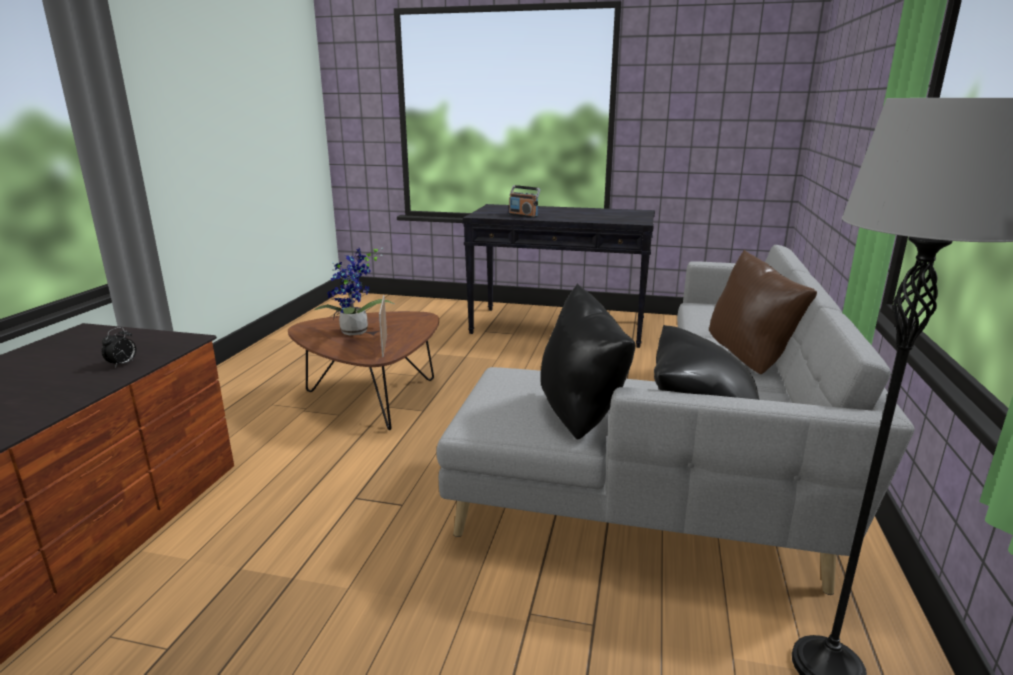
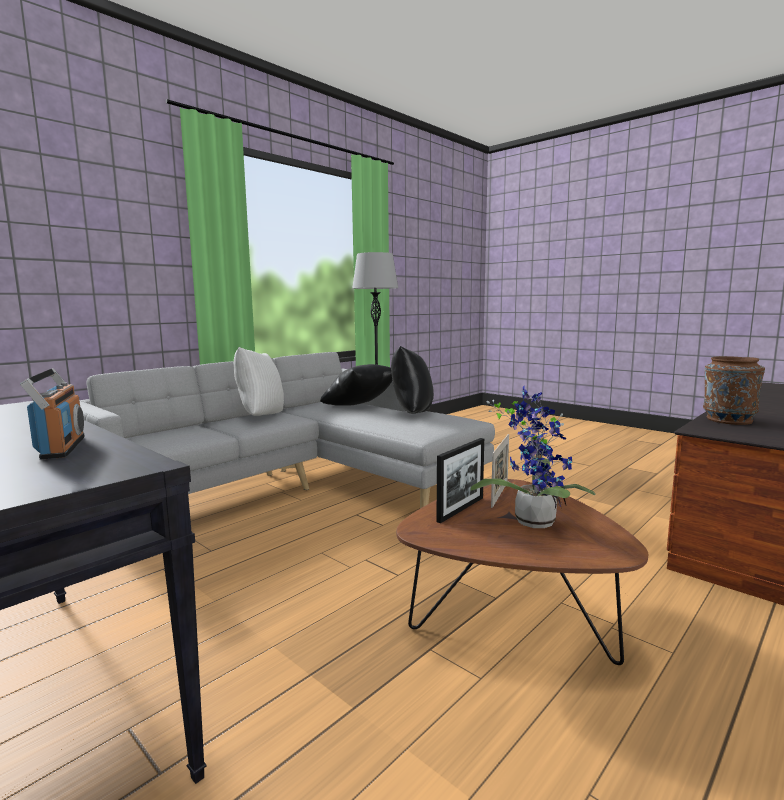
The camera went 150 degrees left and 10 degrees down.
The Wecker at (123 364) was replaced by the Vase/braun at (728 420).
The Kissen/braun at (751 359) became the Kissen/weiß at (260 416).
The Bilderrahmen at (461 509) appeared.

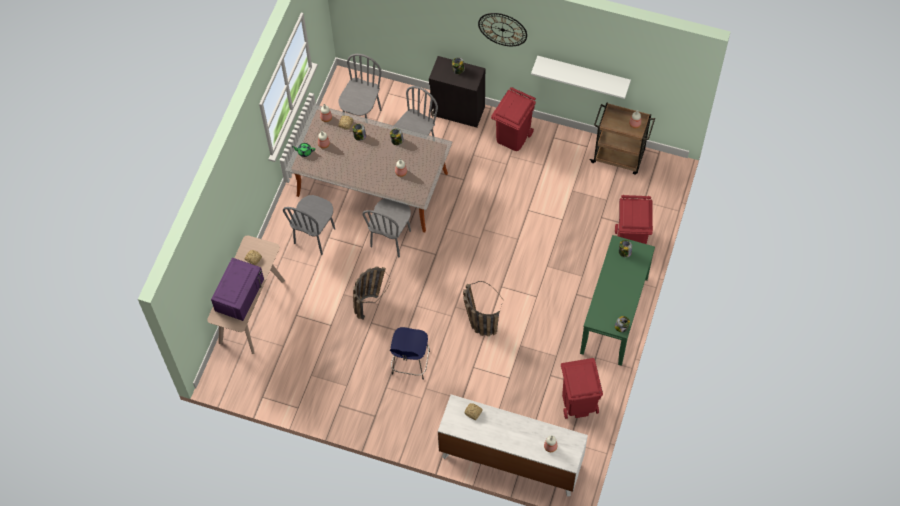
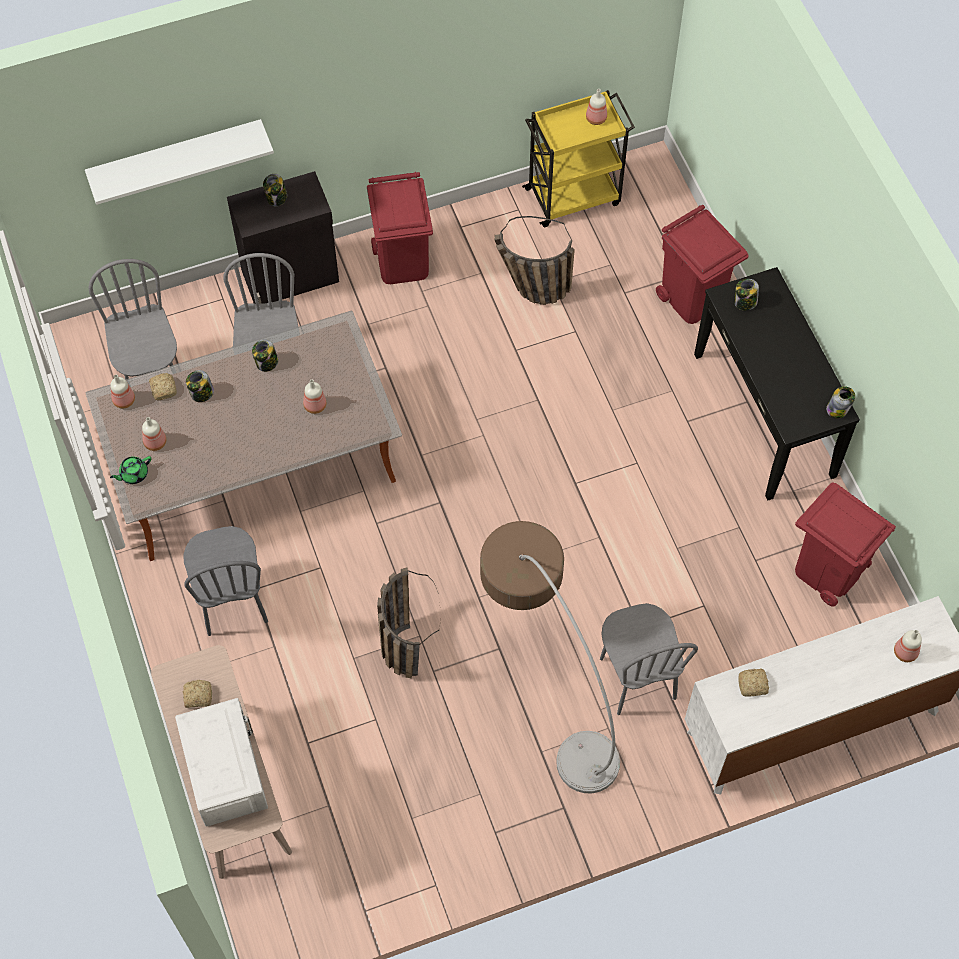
The camera went 40 degrees left and 0 degrees up.
The Mikrowelle/lila at (239 294) became the Mikrowelle/weiß at (224 769).
The Stuhl/grau moved from (391 239) to (637 678).
The Hocker/blau at (410 364) was replaced by the Stehlampe at (546 690).
The Korb moved from (478 320) to (530 288).
The Wanduhr at (502 29) disappeared.
The Wandregal/weiß moved from (583 73) to (176 155).
The Konsolentisch/grün at (614 315) became the Konsolentisch/schwarz at (764 414).
The Rollwagen/braun at (619 157) became the Rollwagen/gelb at (574 196).

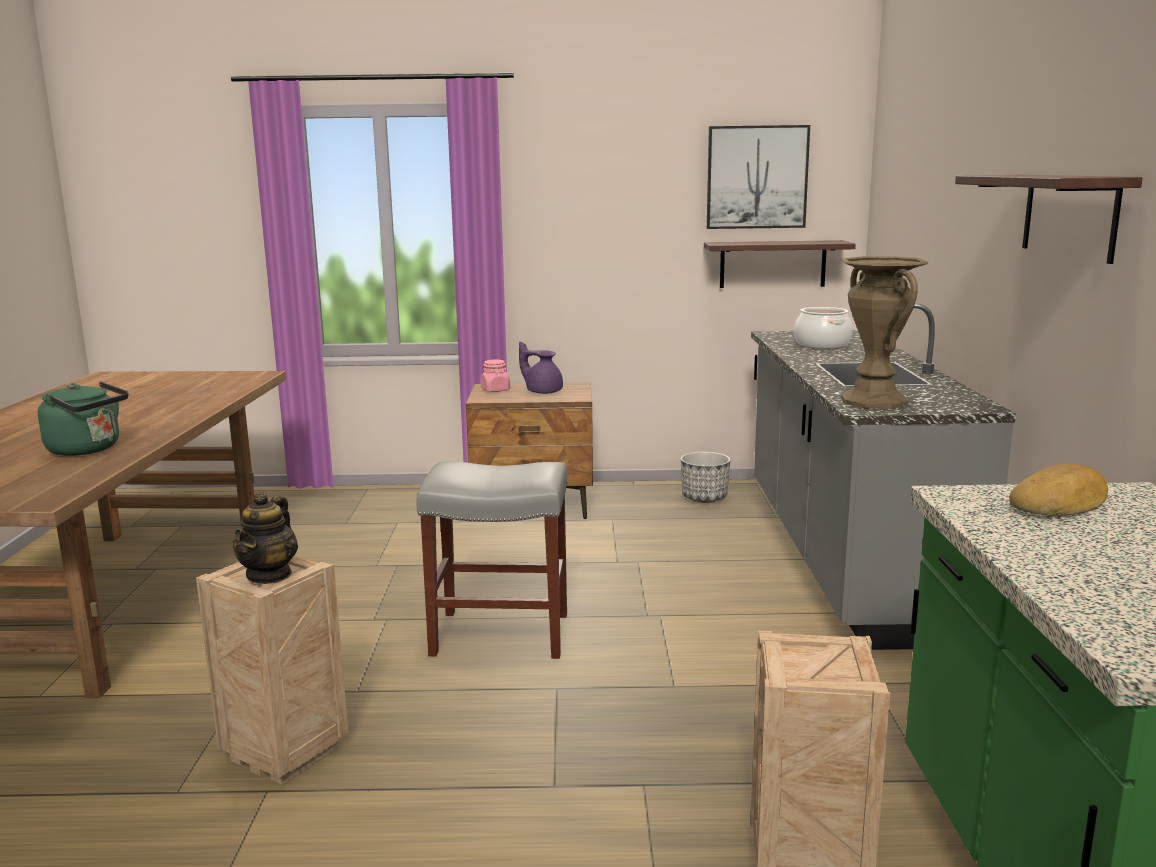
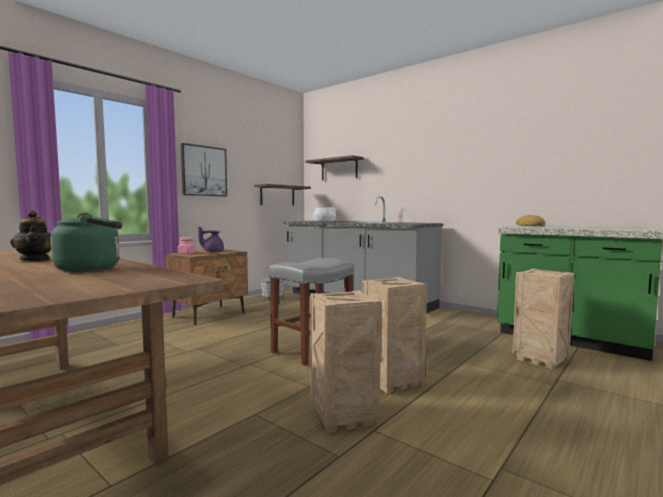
The camera went 50 degrees left and 10 degrees down.
The Teekanne moved from (269 575) to (35 260).
The Bild moved from (756 177) to (204 171).
The Vase/braun at (874 401) disappeared.
The Wandregal moved from (1069 215) to (339 169).
The Kiste at (392 381) appeared.

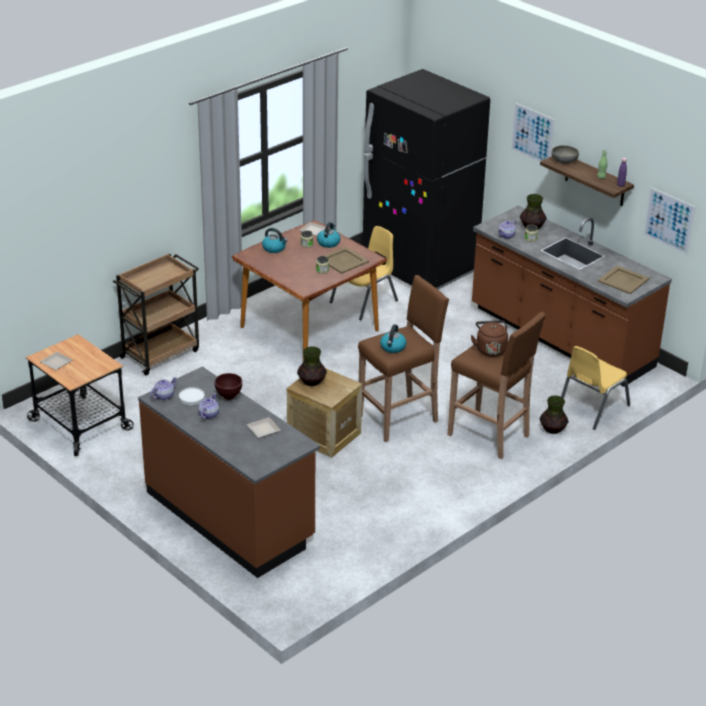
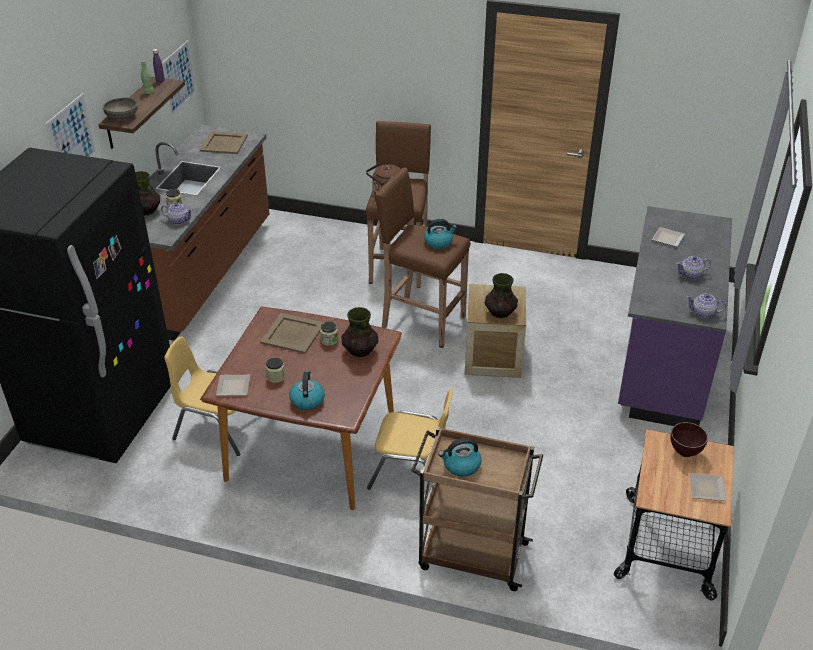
The camera went 120 degrees left and 5 degrees up.
The Küchenzeile/braun at (230 516) became the Küchenzeile/lila at (661 362).
The Teller/weiß at (192 397) disappeared.
The Schüssel/braun moved from (228 397) to (685 453).
The Wasserkessel moved from (328 242) to (461 465).
The Vase moved from (553 429) to (360 351).
The Stuhl/gelb moved from (592 408) to (412 472).

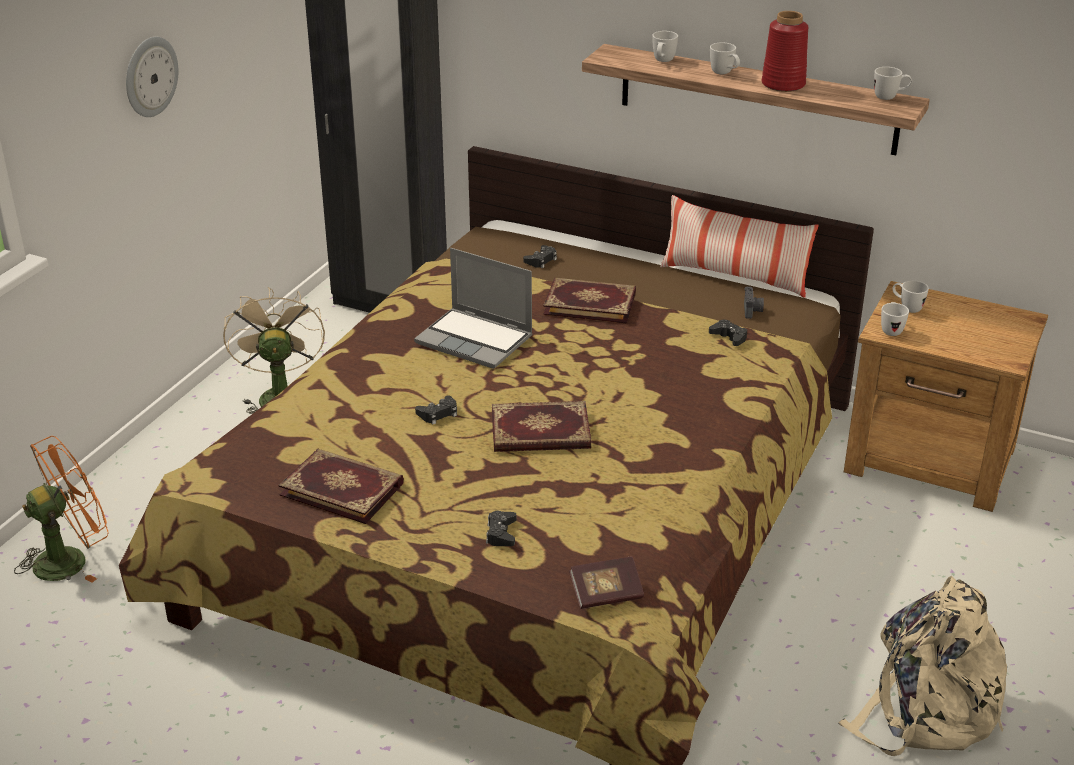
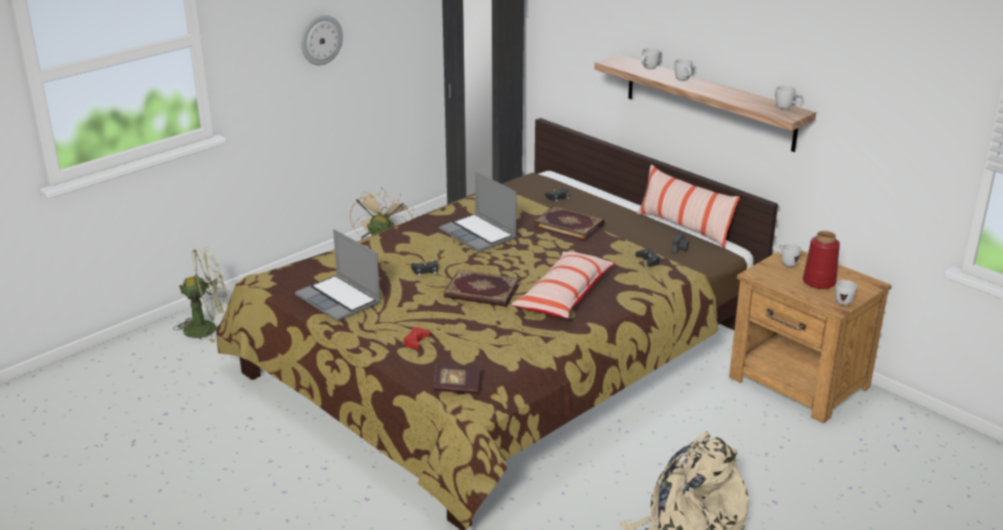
The camera went 20 degrees right and 5 degrees down.
The Ventilator/orange at (71 559) became the Ventilator/grün at (208 328).
The Buch at (343 488) was replaced by the Laptop at (340 299).
The Gamepad/schwarz at (501 533) became the Gamepad/rot at (416 341).
The Vase/rot moved from (783 84) to (819 282).
The Henkelbecher/weiß moved from (891 330) to (844 301).
The Kissen at (564 296) appeared.

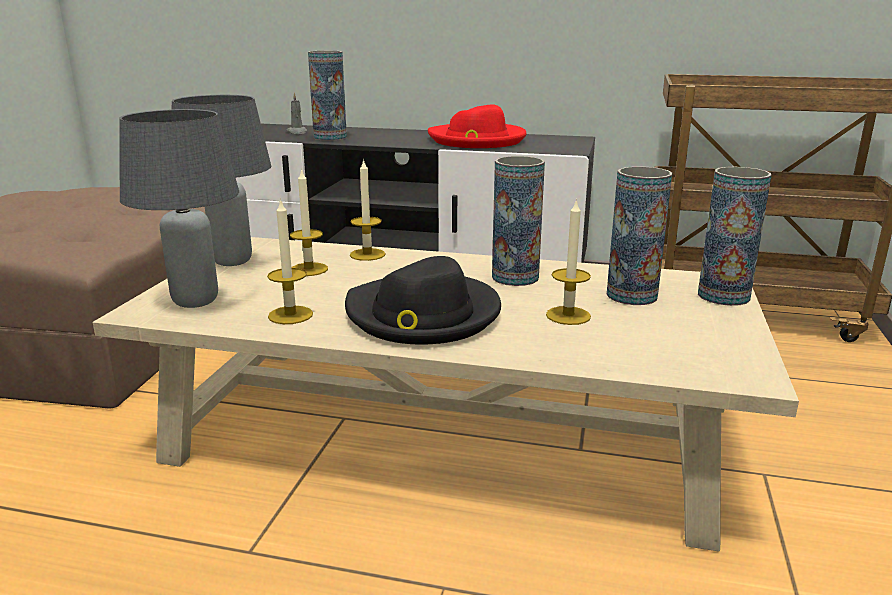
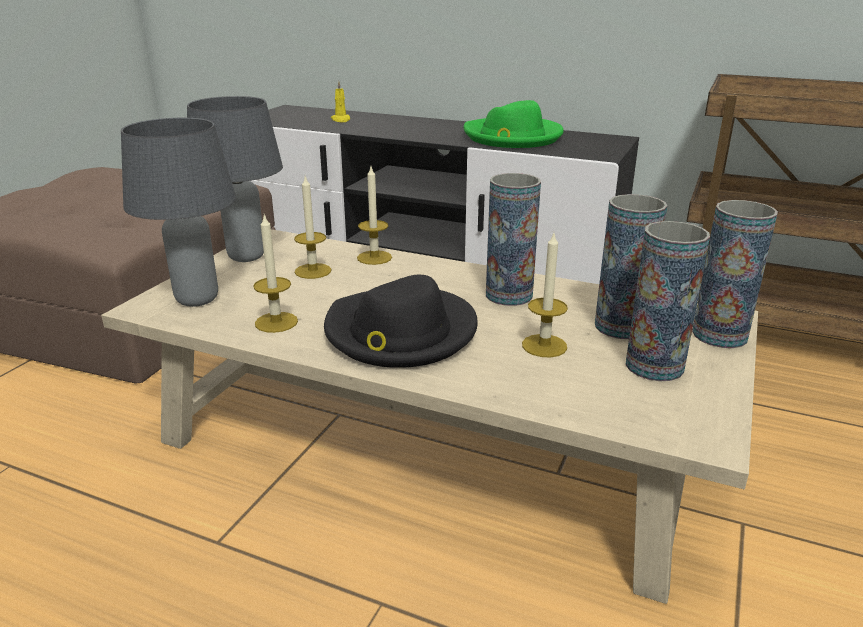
The camera went 10 degrees right and 5 degrees up.
The Kerze/grau at (297 132) became the Kerze/gelb at (341 120).
The Vase moved from (330 137) to (654 366).
The Hut/rot at (477 140) became the Hut/grün at (512 137).

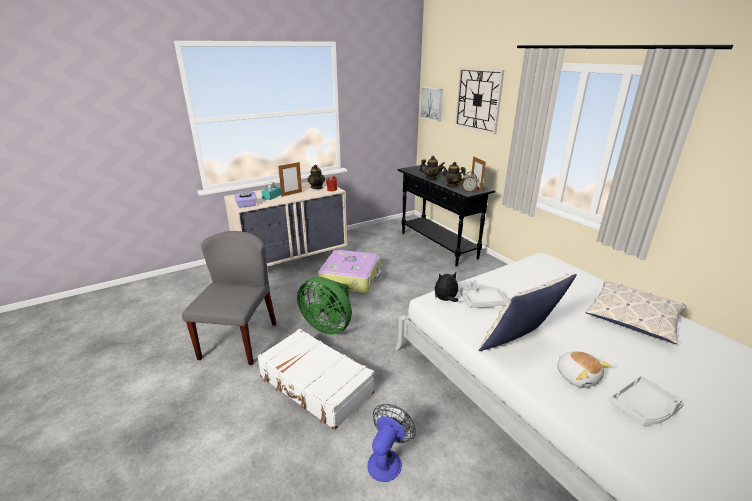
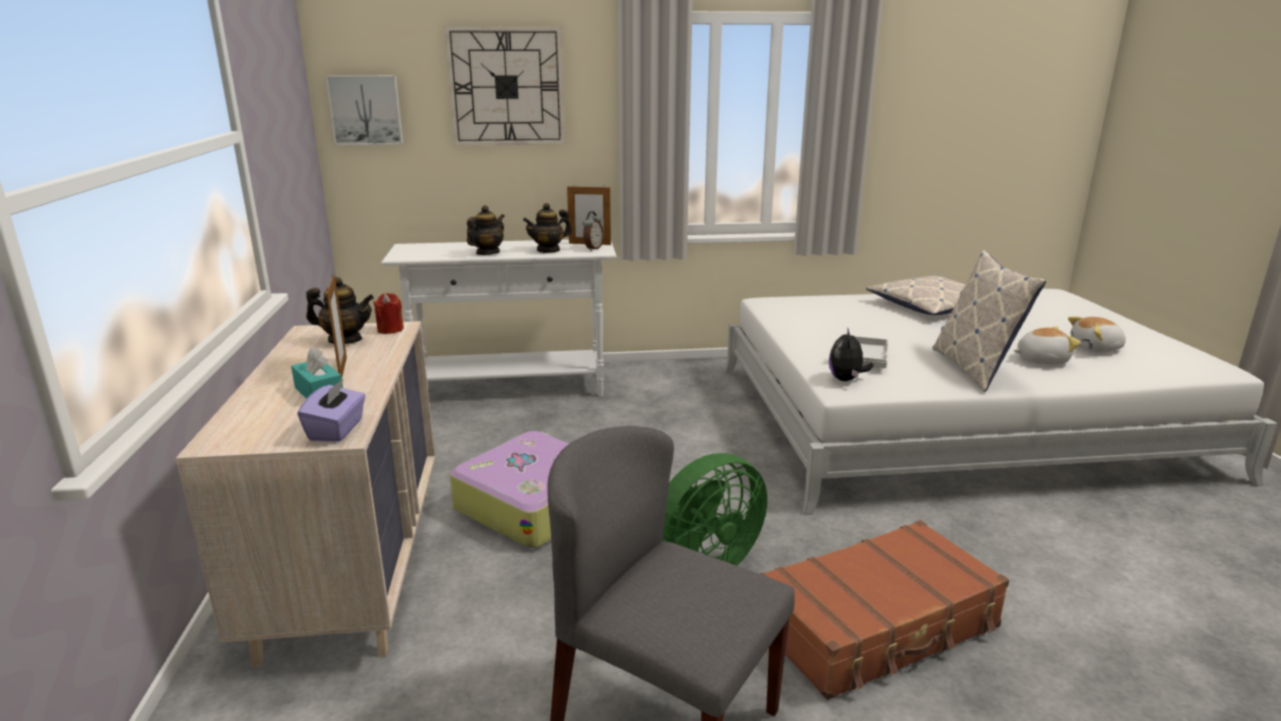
The camera went 65 degrees left and 5 degrees down.
The Koffer/weiß at (315 385) became the Koffer/braun at (877 626).
The Ventilator at (387 459) disappeared.
The Konsolentisch/schwarz at (438 245) became the Konsolentisch/weiß at (512 389).
The Tablett/grau at (643 408) was replaced by the Plüschtier at (1096 348).

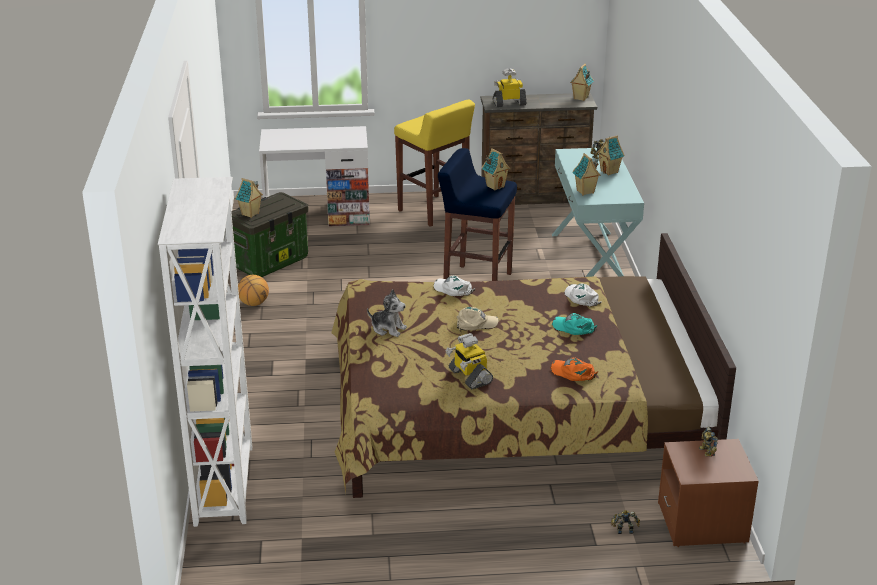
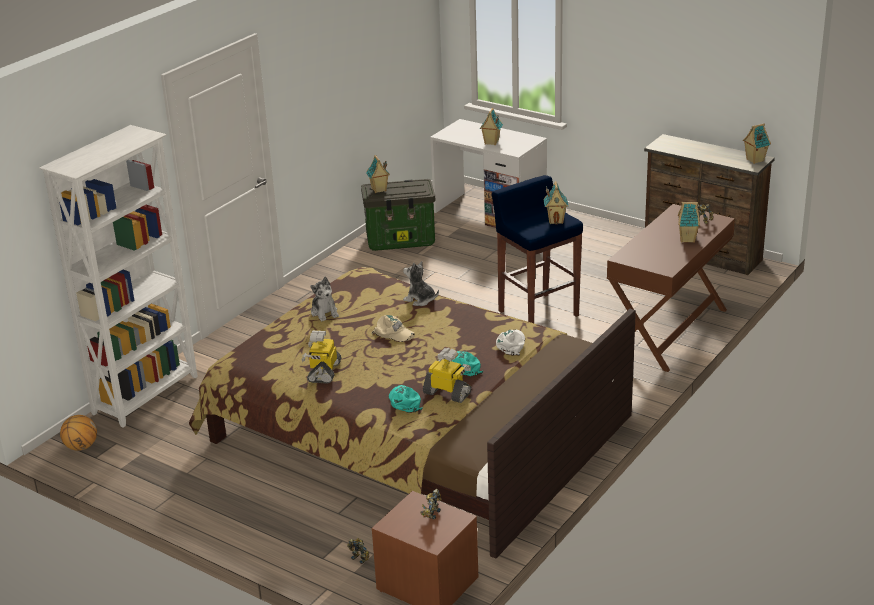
The camera went 40 degrees right and 0 degrees up.
The Basketball moved from (254 303) to (81 447).
The Hocker/gelb at (434 211) disappeared.
The Kappe/weiß at (453 289) was replaced by the Plüschtier at (420 300).
The Spielzeugroboter moved from (509 103) to (448 393).
The Kappe/orange at (573 373) became the Kappe/türkis at (404 401).
The Konsolentisch/türkis at (592 262) became the Konsolentisch/braun at (668 331).
The Spielzeughaus moved from (585 192) to (491 143).

